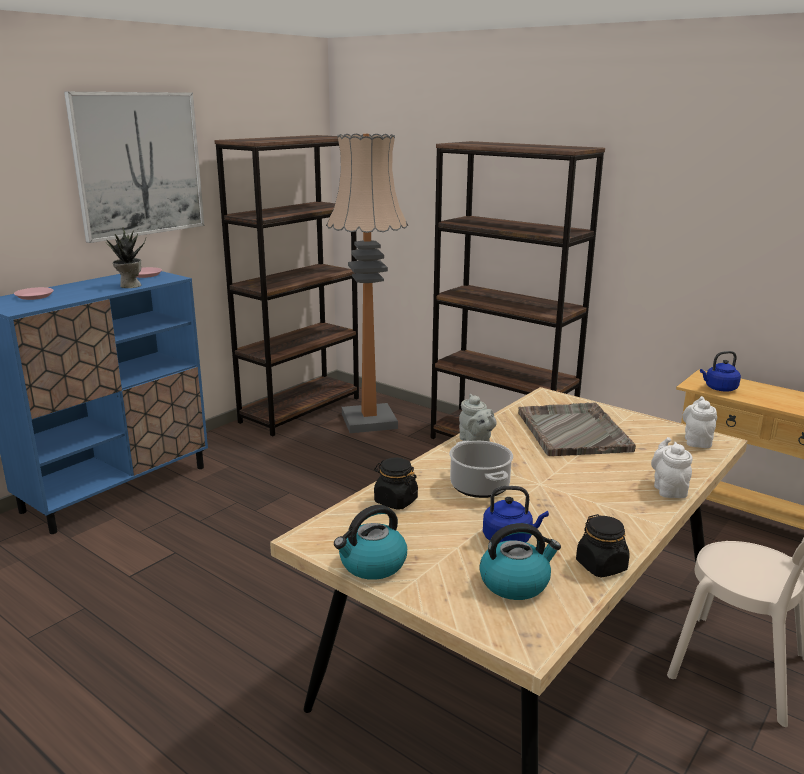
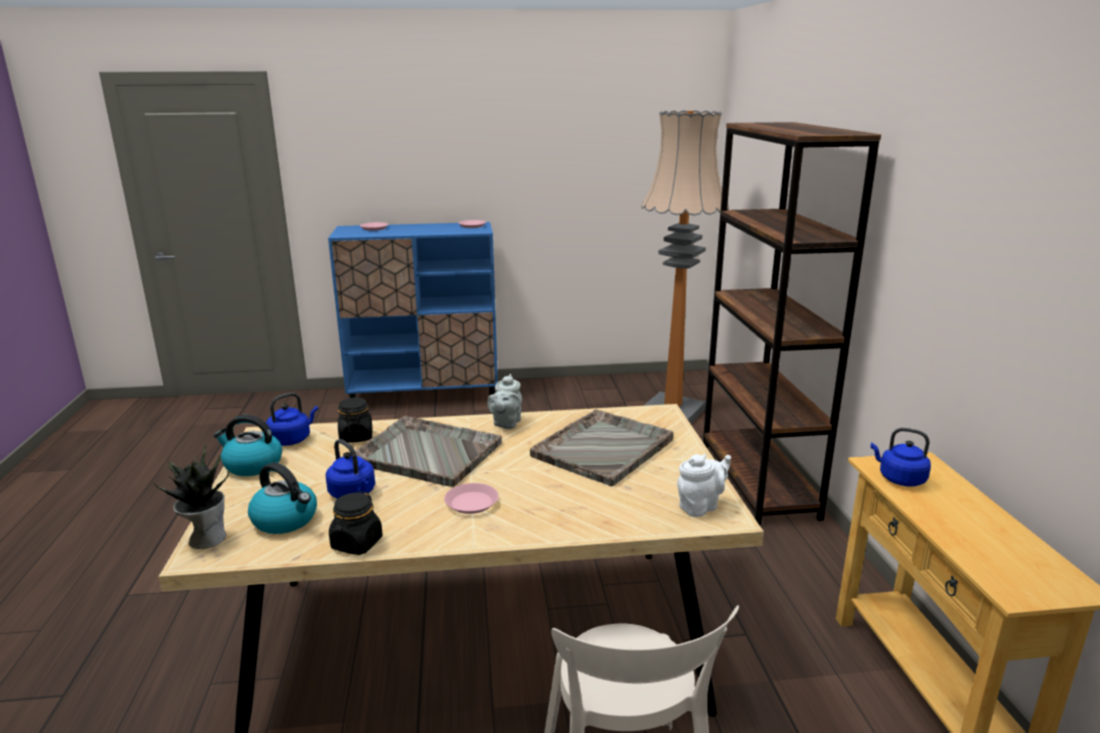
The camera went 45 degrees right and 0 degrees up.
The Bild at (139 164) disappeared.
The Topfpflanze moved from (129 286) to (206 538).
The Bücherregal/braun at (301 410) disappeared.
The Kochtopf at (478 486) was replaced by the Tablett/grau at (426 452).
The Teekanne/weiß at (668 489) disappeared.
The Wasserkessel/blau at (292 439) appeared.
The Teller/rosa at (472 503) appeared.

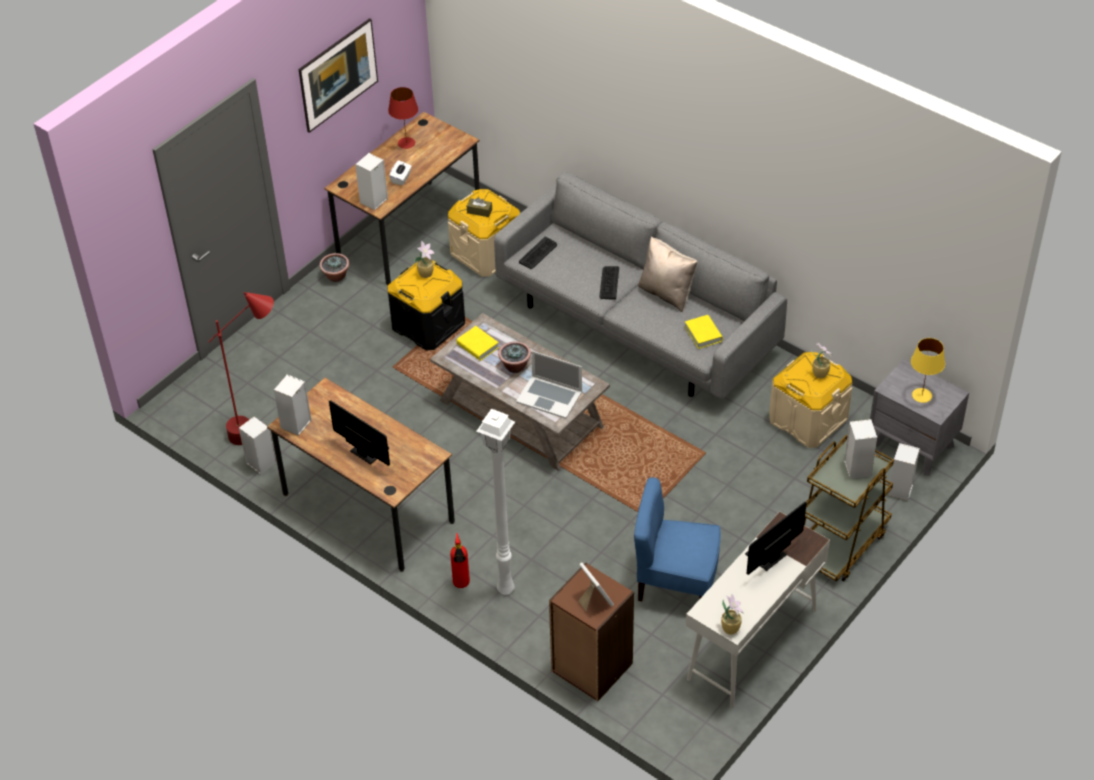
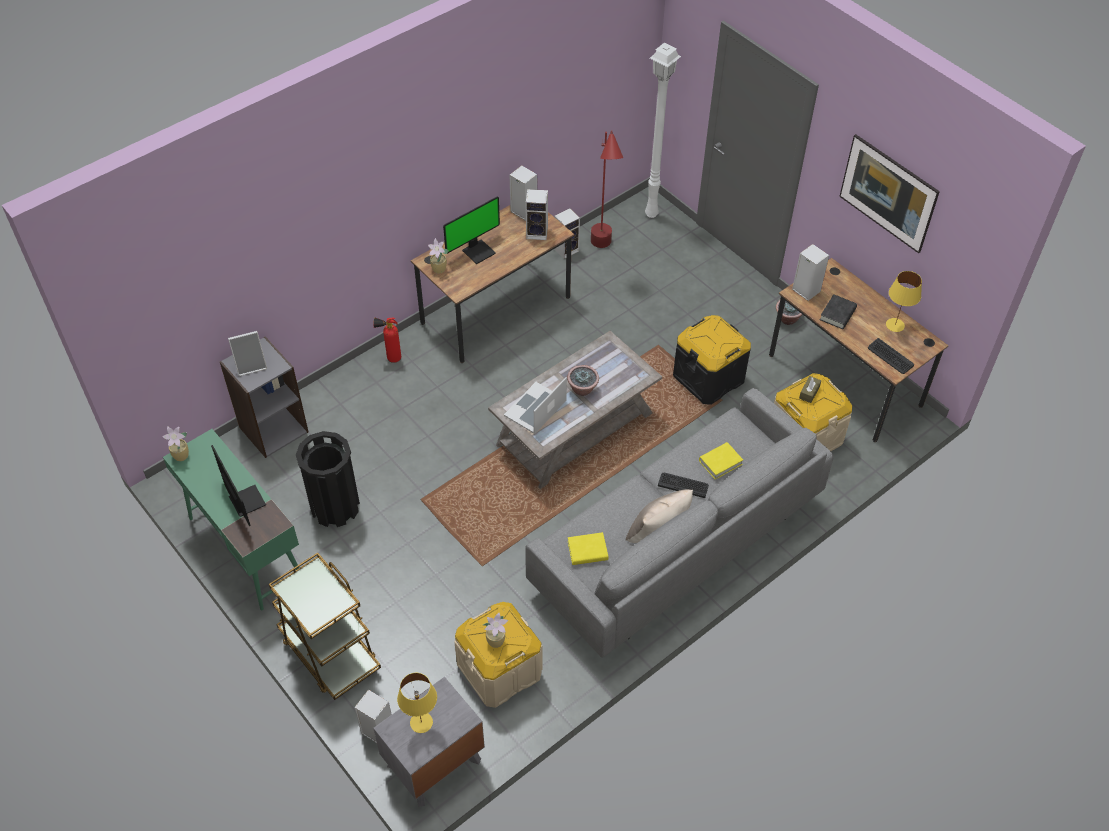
The camera went 100 degrees right and 5 degrees up.
The Tischlampe/rot at (406 143) became the Tischlampe/gelb at (895 325).
The Taschentuchbox/weiß at (401 178) was replaced by the Buch/schwarz at (837 314).
The Topfpflanze moved from (426 273) to (439 270).
The Buch/gelb moved from (477 346) to (720 462).
The Stehlampe/weiß moved from (504 589) to (651 213).
The Tastatur moved from (538 253) to (890 356).
The Bücherregal/braun at (591 667) became the Bücherregal/grau at (273 429).
The Stuhl/blau at (676 583) was replaced by the Mülleimer/schwarz at (335 506).
The Schreibtisch/weiß at (752 645) became the Schreibtisch/grün at (246 549).
The Lautsprecher moved from (856 467) to (538 232).

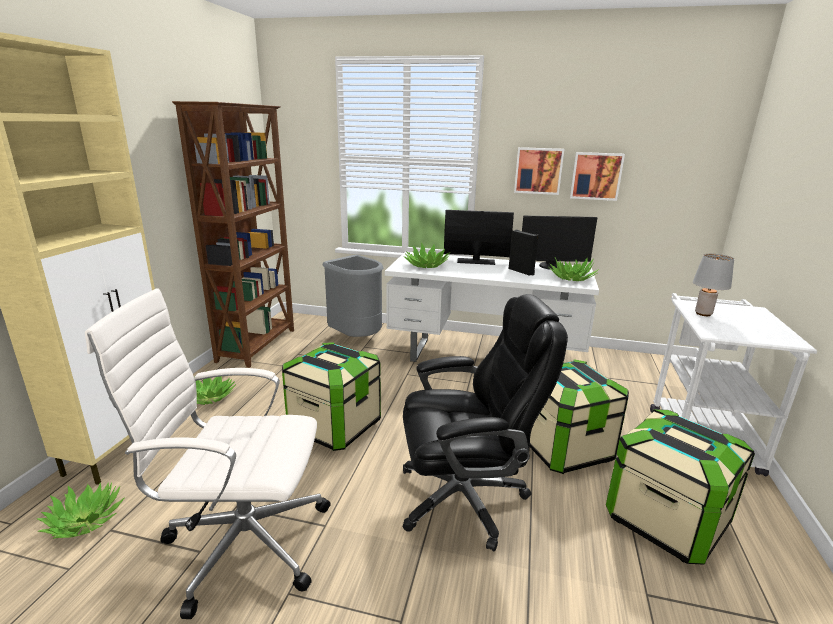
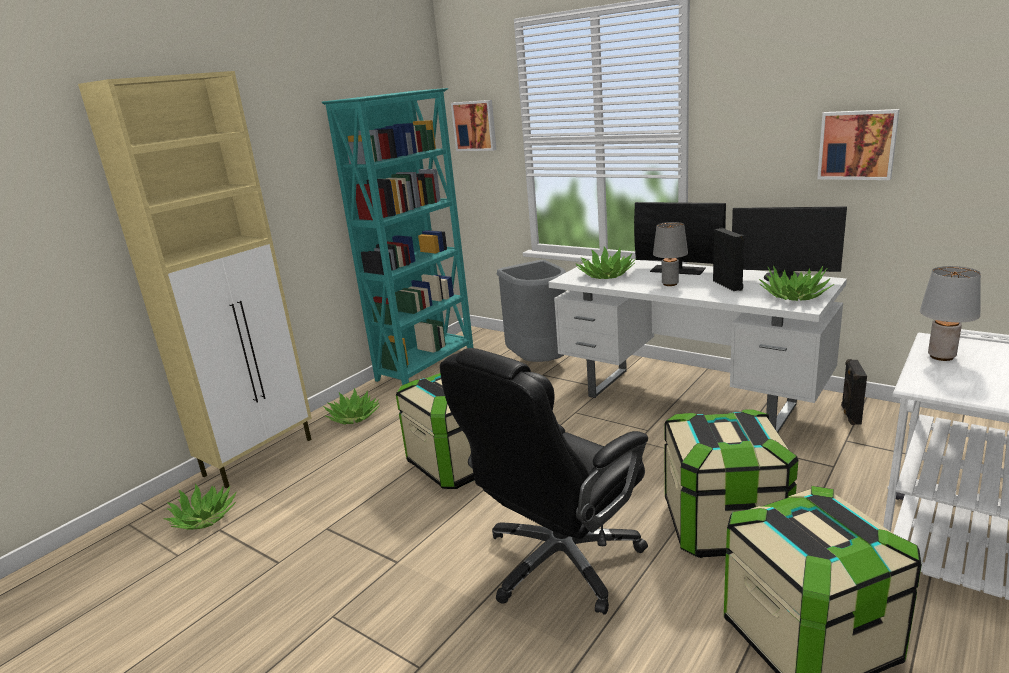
The camera went 25 degrees right and 0 degrees up.
The Bürostuhl/weiß at (242 542) disappeared.
The Bücherregal/braun at (258 345) became the Bücherregal/türkis at (427 365).
The Bürostuhl/schwarz at (465 497) turned 120 degrees clockwise.
The Bild moved from (538 170) to (475 125).
The Tischlampe/grau at (670 284) appeared.
The Lautsprecher/schwarz at (850 415) appeared.

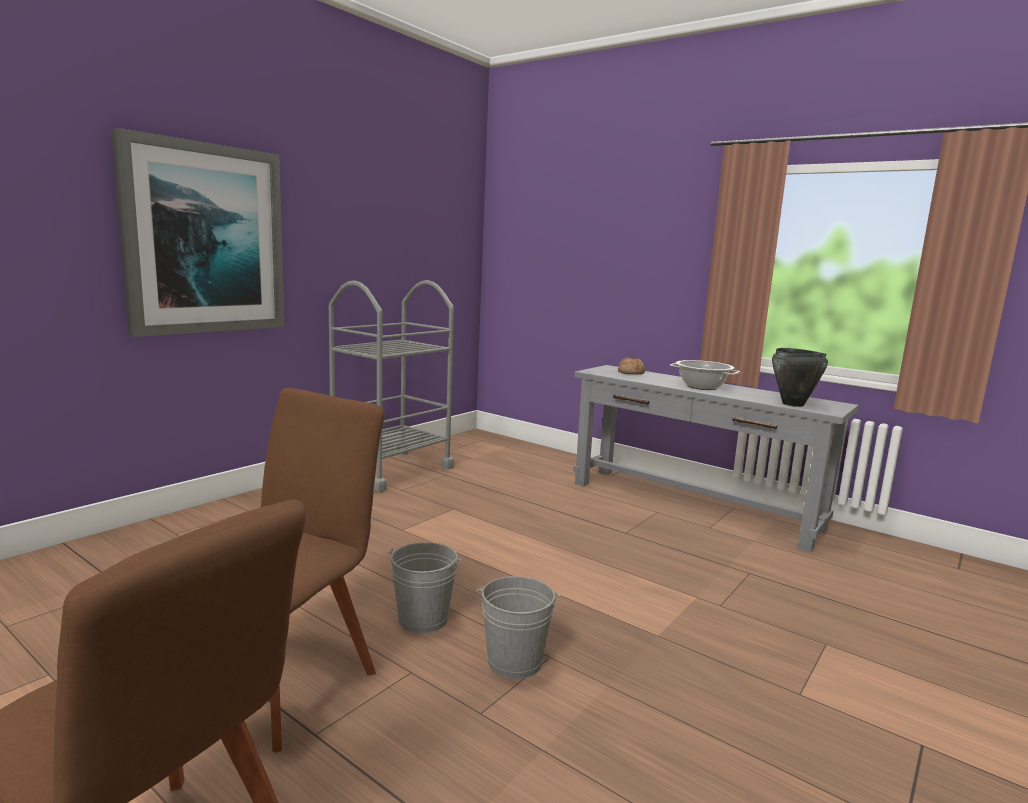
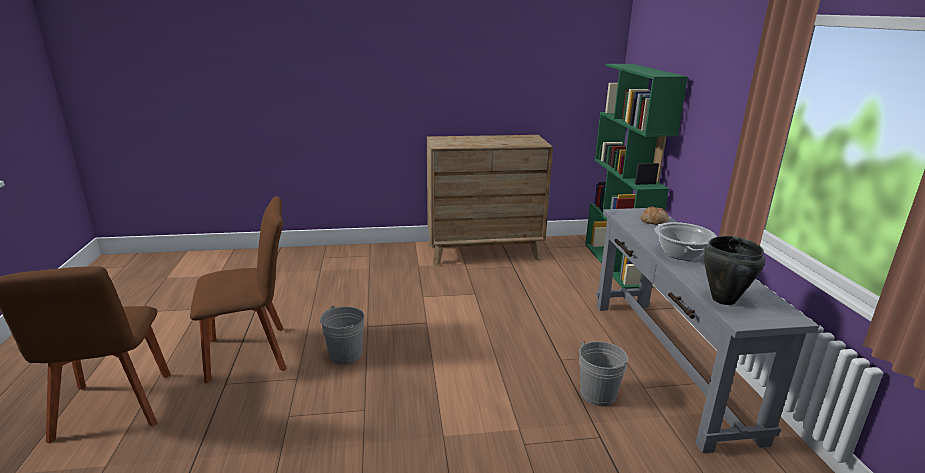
The camera went 45 degrees right and 10 degrees up.
The Bild at (204 239) disappeared.
The Rollwagen/grau at (391 470) was replaced by the Kommode/braun at (484 252).
The Eimer/grau moved from (514 661) to (597 394).
The Bücherregal/grün at (617 264) appeared.

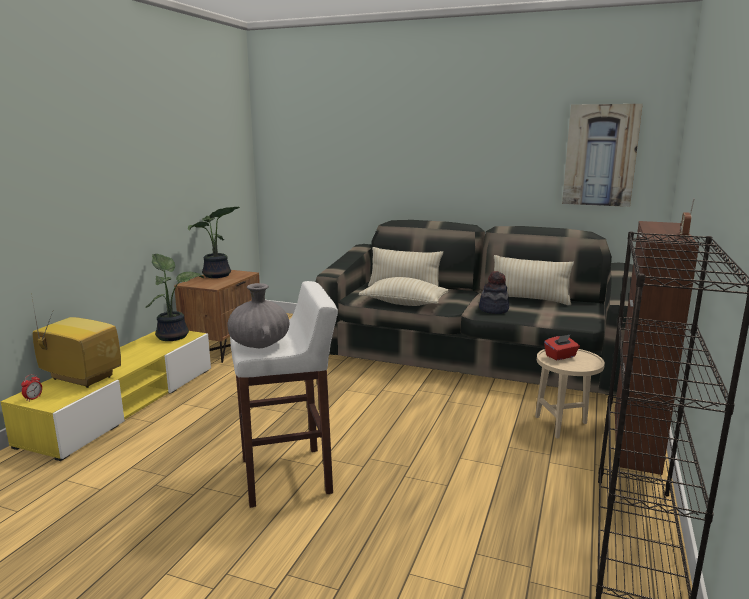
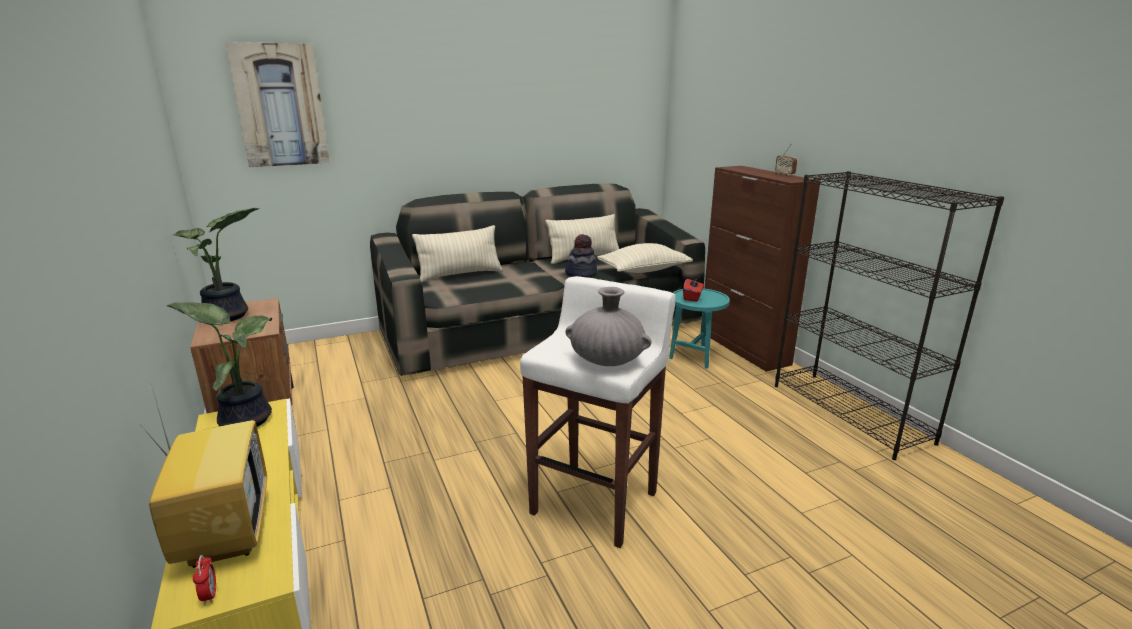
The camera went 45 degrees left and 5 degrees up.
The Fernseher at (79 378) turned 90 degrees clockwise.
The Kissen/beige moved from (404 304) to (644 271).
The Beistelltisch/beige at (563 425) became the Beistelltisch/türkis at (694 357).
The Bild moved from (600 155) to (280 106).

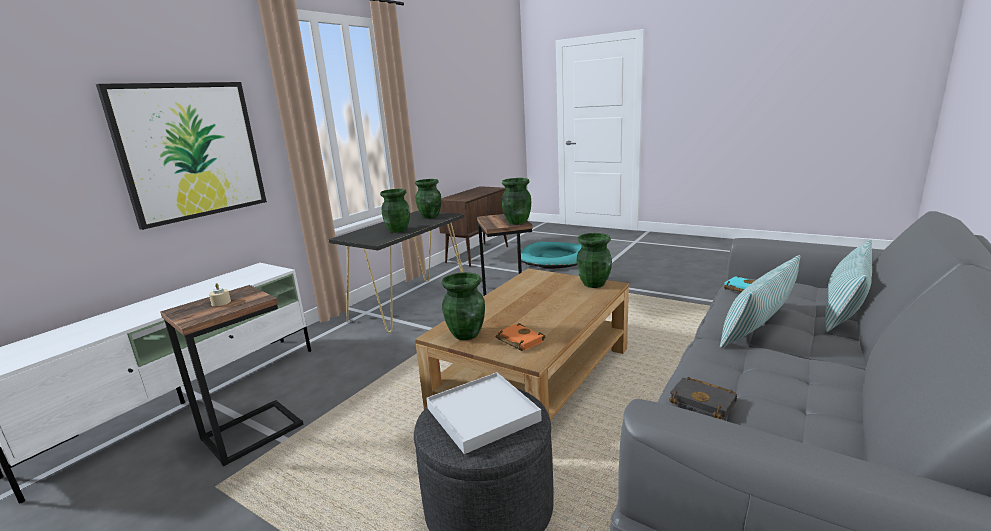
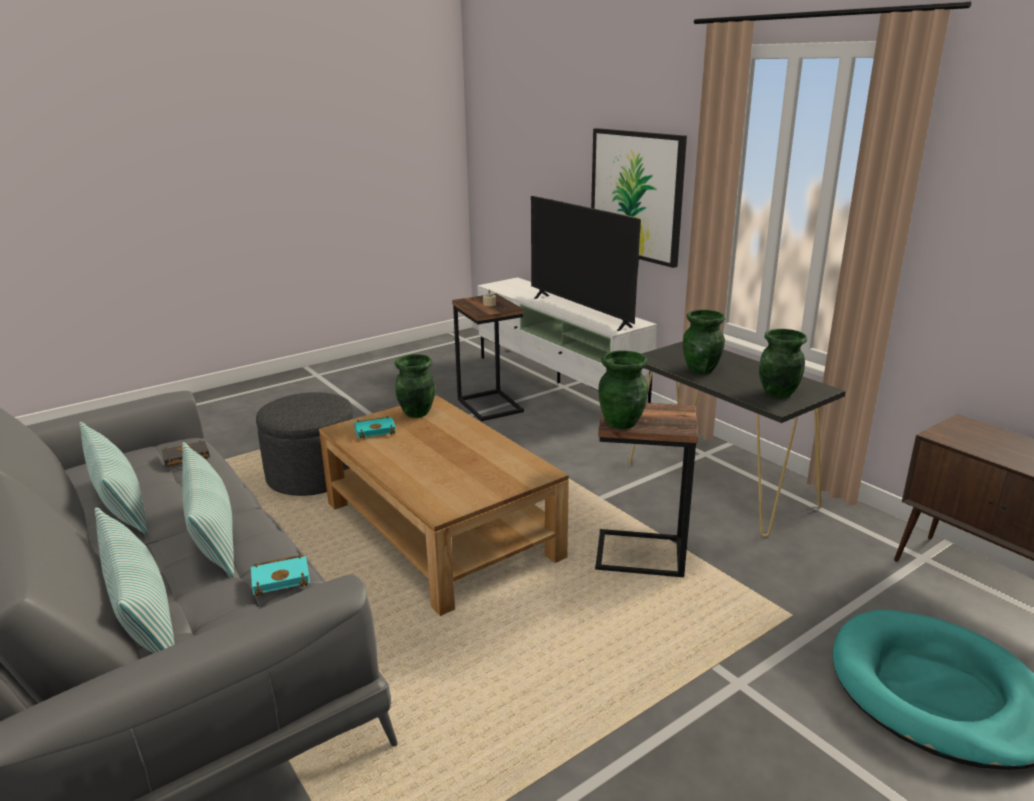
The camera went 110 degrees right and 5 degrees up.
The Tablett/weiß at (482 414) disappeared.
The Buch/orange at (518 340) became the Buch/türkis at (376 430).
The Vase/grün at (594 284) disappeared.
The Kissen at (120 504) appeared.
The Fernseher at (580 312) appeared.

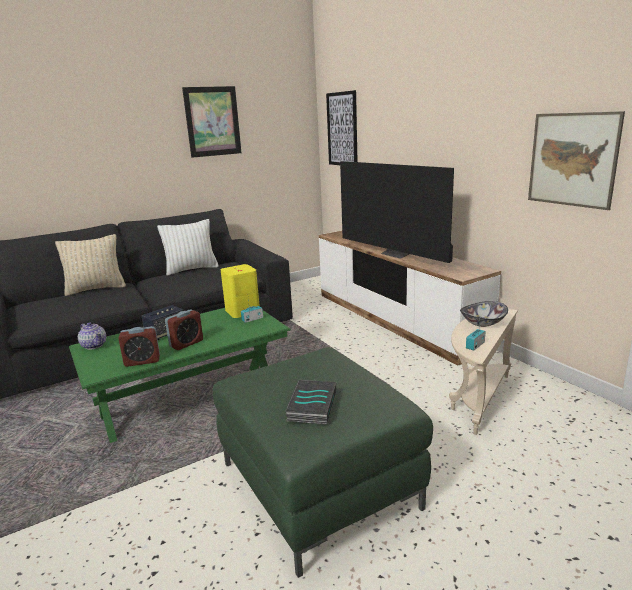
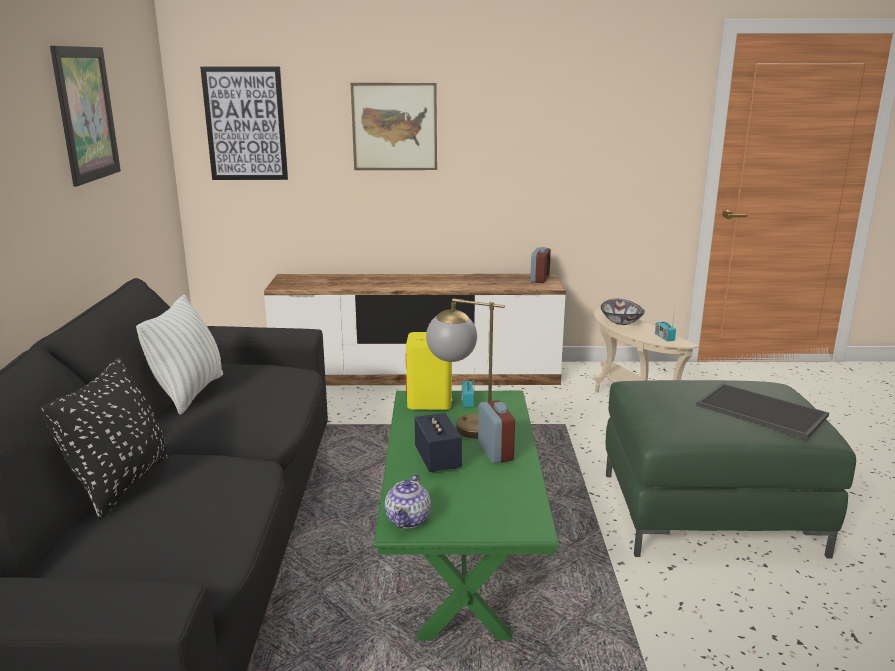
The camera went 60 degrees left and 0 degrees up.
The Kissen/beige at (96 289) became the Kissen/schwarz at (121 484).
The Teekanne at (94 345) turned 120 degrees clockwise.
The Wecker moved from (142 361) to (540 279).
The Buch at (311 405) was replaced by the Tablett at (759 411).
The Fernseher at (397 254) disappeared.
The Bild moved from (572 159) to (394 127).
The Tischlampe at (461 426) appeared.

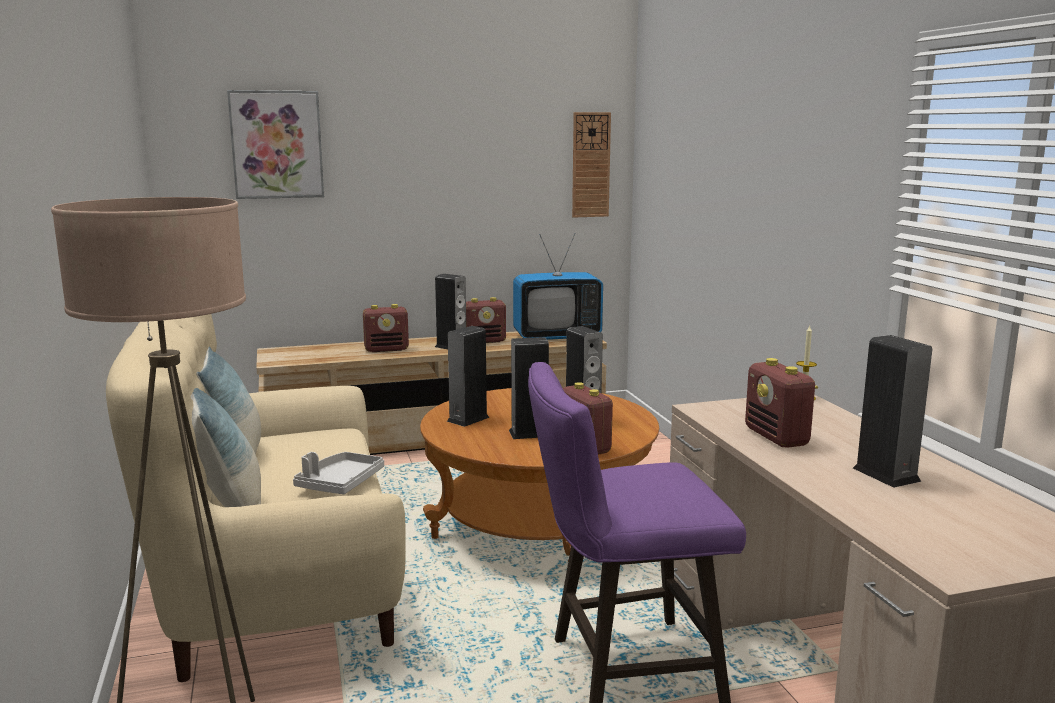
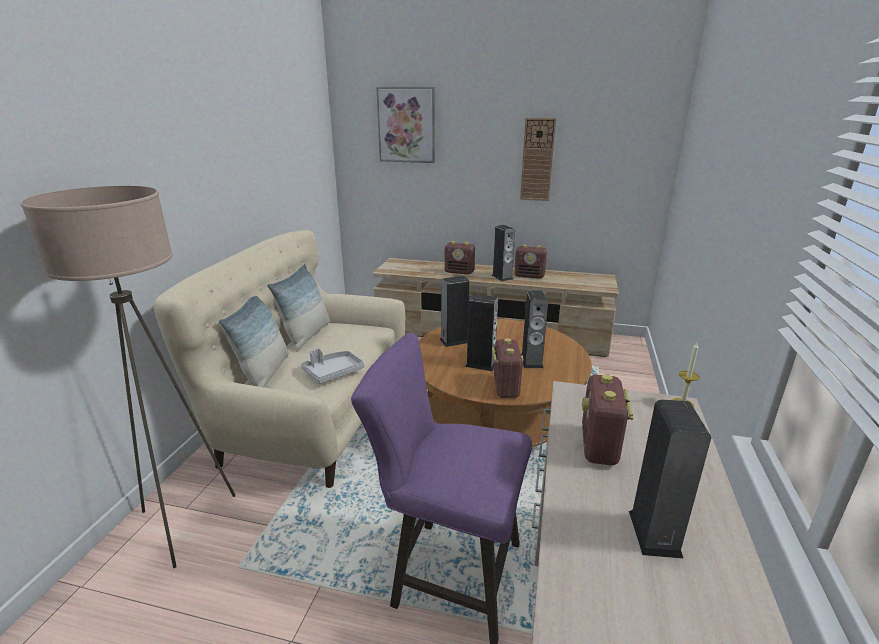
The camera went 30 degrees right and 10 degrees up.
The Fernseher at (557 336) disappeared.
The Wanduhr moved from (590 165) to (537 160).

